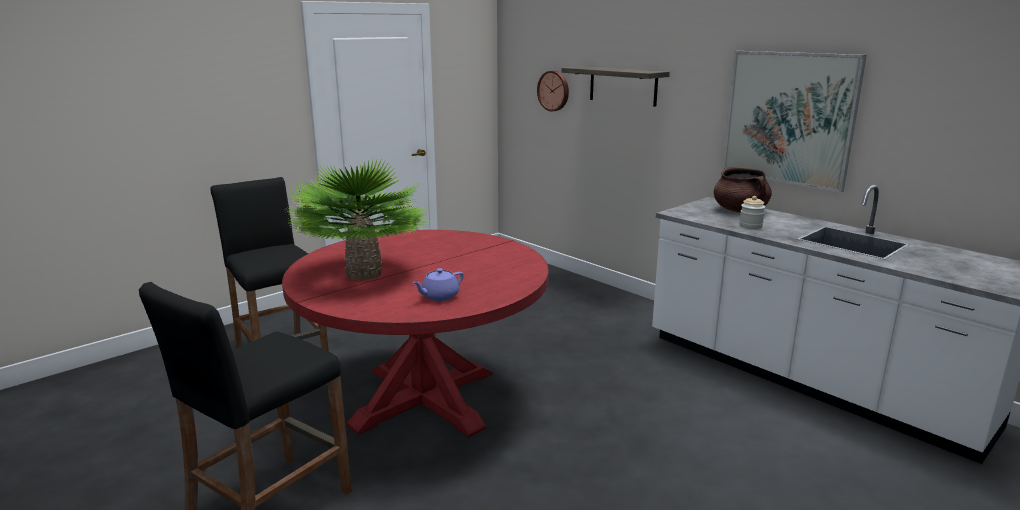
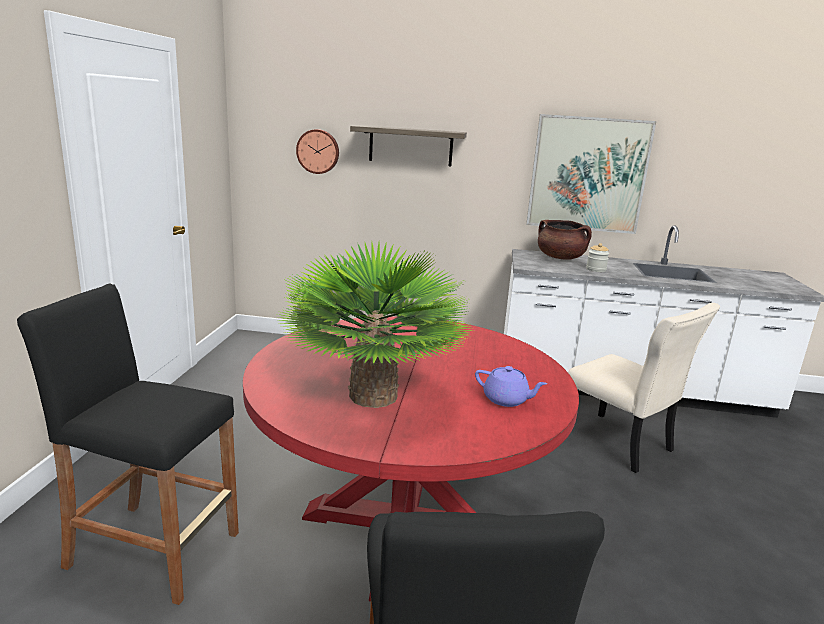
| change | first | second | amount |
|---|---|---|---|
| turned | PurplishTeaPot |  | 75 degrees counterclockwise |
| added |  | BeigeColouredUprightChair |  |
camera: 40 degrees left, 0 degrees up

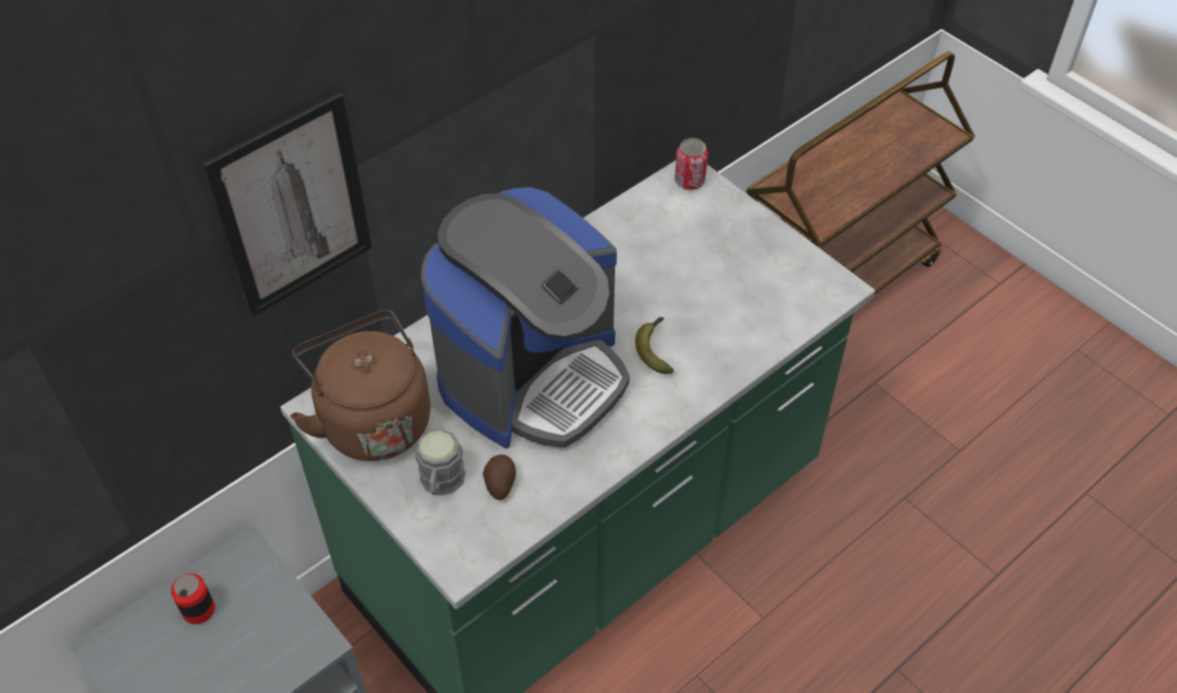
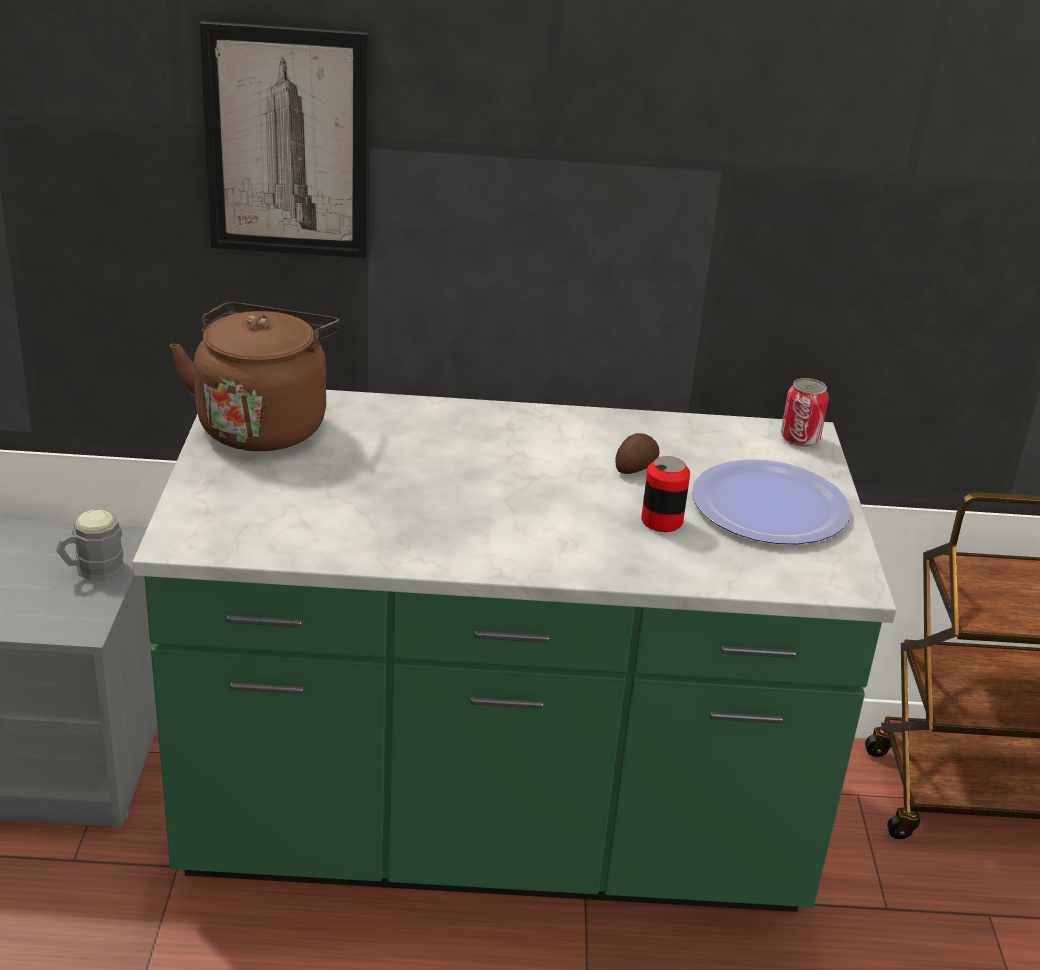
| change | first | second | amount |
|---|---|---|---|
| moved | GrayTeaMug |  |  |
| moved | Spud |  |  |
| moved | SealedCan (1st from left) |  |  |
| added |  | DinnerPlate |  |
| removed | CoffeeBrewer |  |  |
| removed | BananaFruit |  |  |
camera: 40 degrees right, 20 degrees down

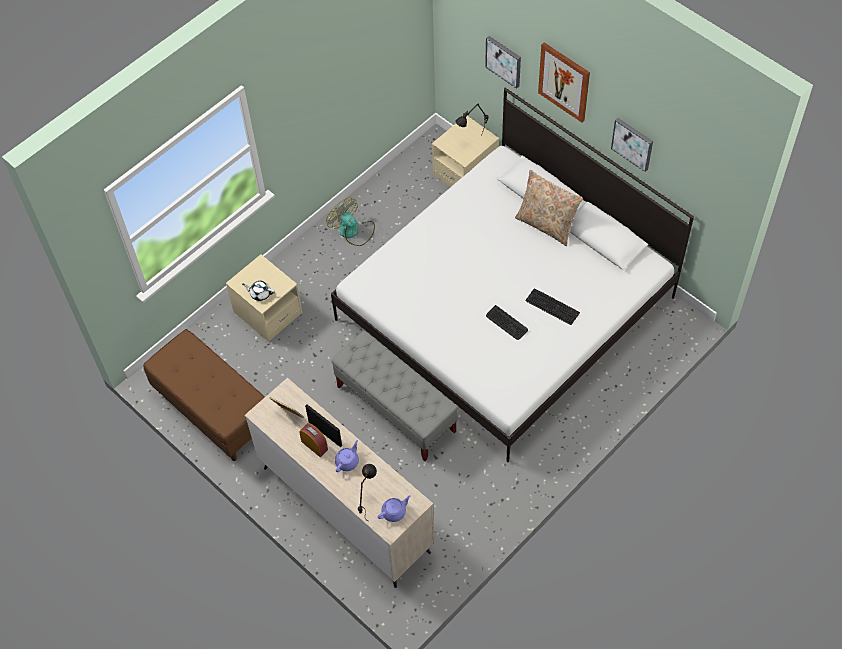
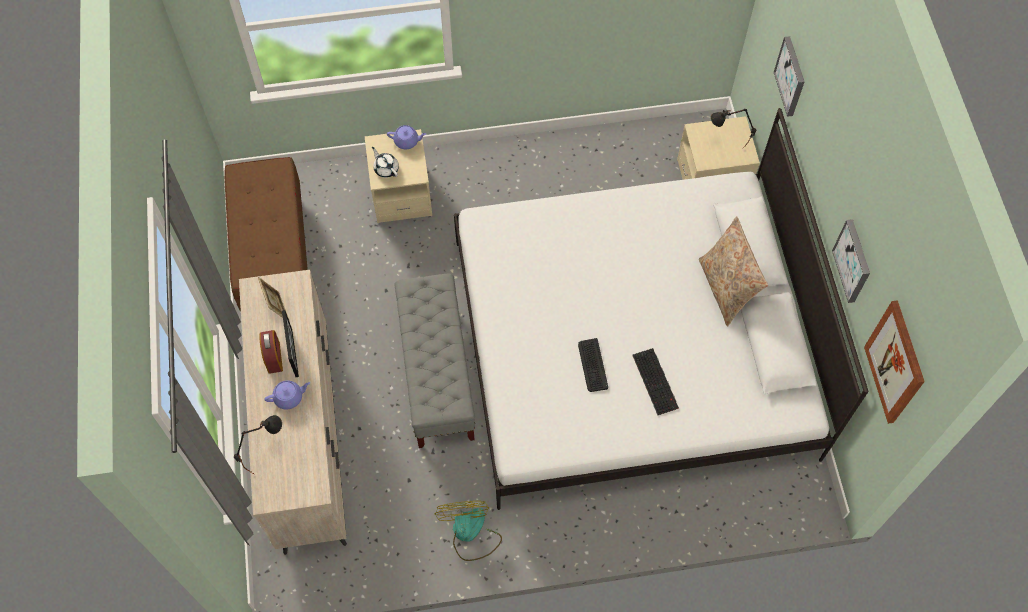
| change | first | second | amount |
|---|---|---|---|
| moved | PurplishTeaPot (2nd from left) |  |  |
| moved | ElectricFan |  |  |
| moved | Picture (2nd from left in the first image) | Picture (3rd from left) |  |
camera: 35 degrees right, 5 degrees up

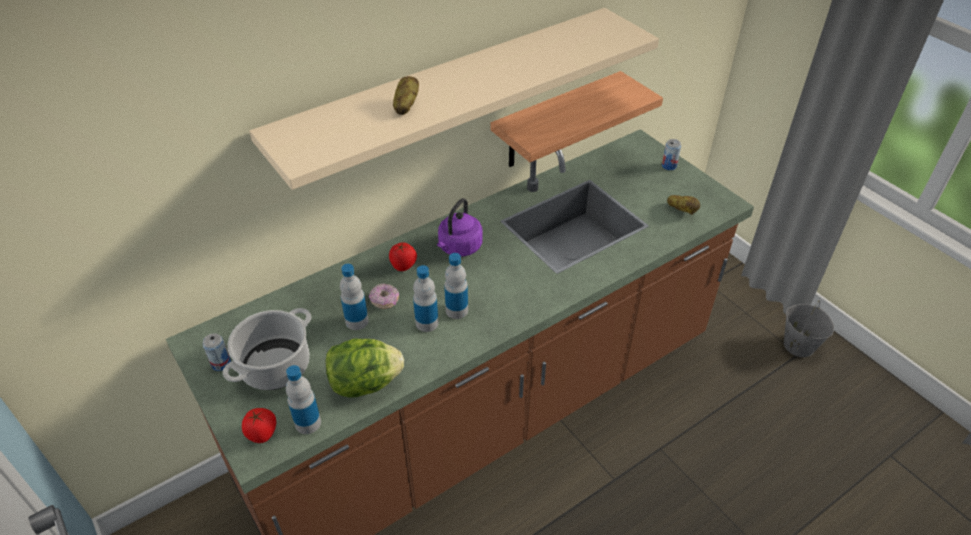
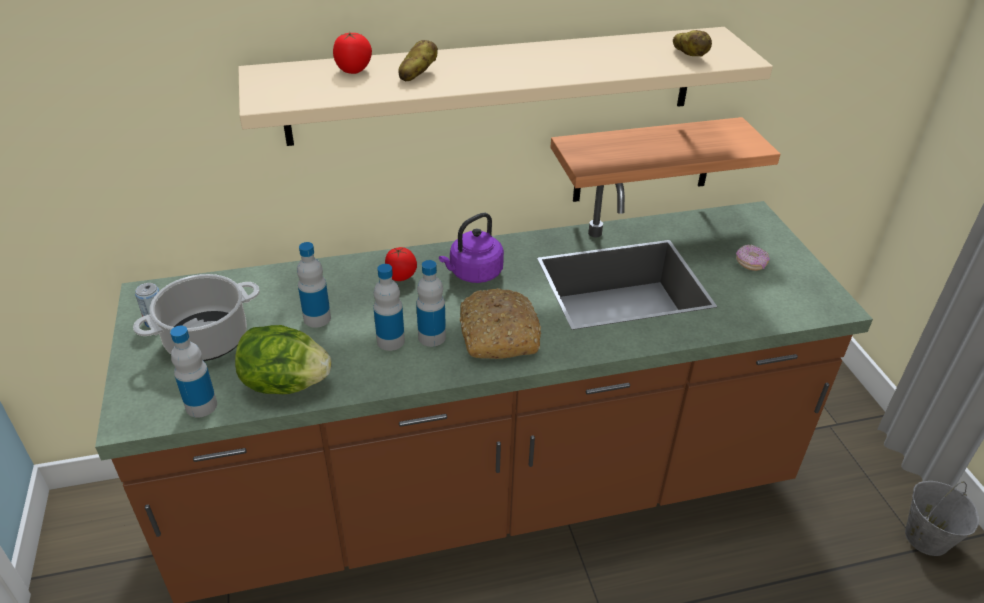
| change | first | second | amount |
|---|---|---|---|
| moved | WholeTomato (1st from left) |  |  |
| added |  | BakeryBread |  |
| moved | Spud (2nd from left) |  |  |
| moved | RingDoughnut |  |  |
| removed | SealedCan (2nd from left) |  |  |
camera: 20 degrees right, 5 degrees down

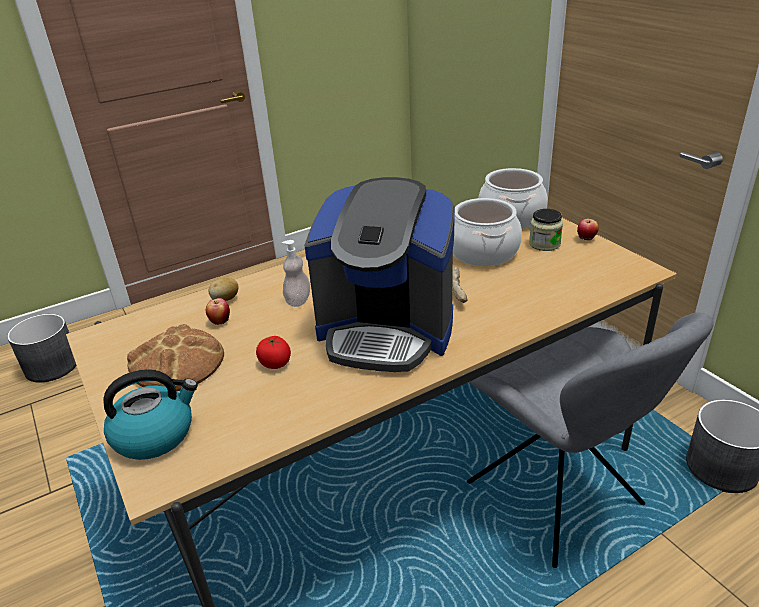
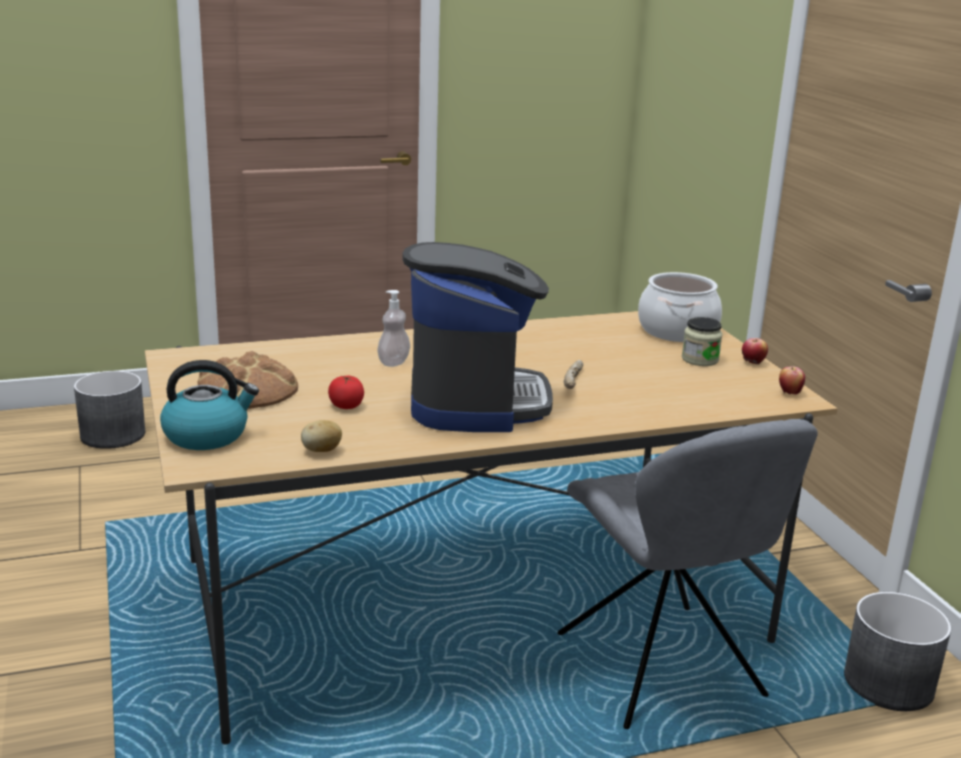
| change | first | second | amount |
|---|---|---|---|
| moved | Spud |  |  |
| turned | CoffeeBrewer |  | 120 degrees counterclockwise |
| moved | WholeApple (1st from left in the first image) | WholeApple (2nd from left) |  |
| removed | CookingPot (1st from left) |  |  |
camera: 10 degrees right, 10 degrees down

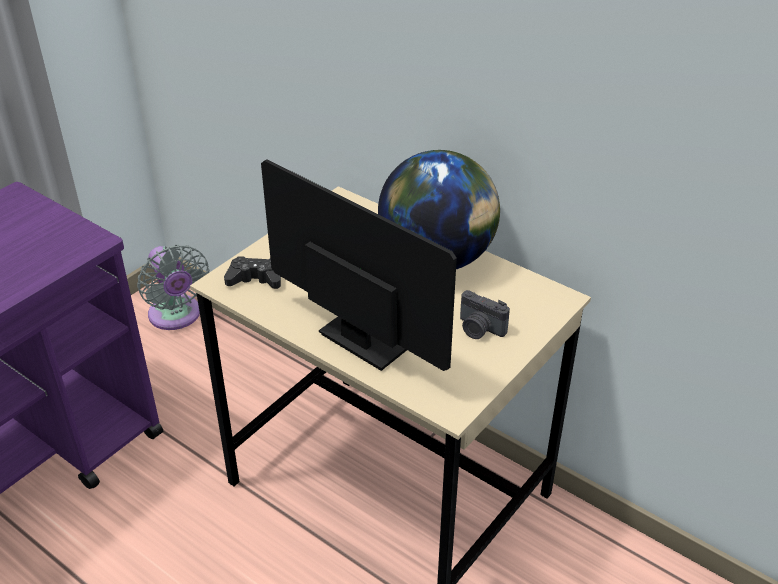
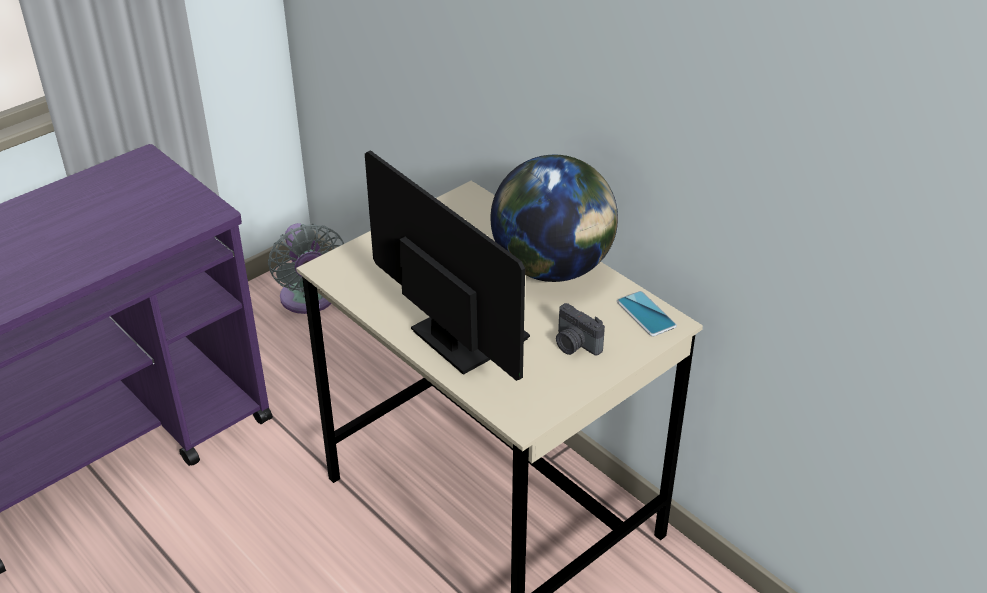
| change | first | second | amount |
|---|---|---|---|
| added |  | Telephone |  |
| removed | BlackGamepad |  |  |
camera: 10 degrees right, 0 degrees up

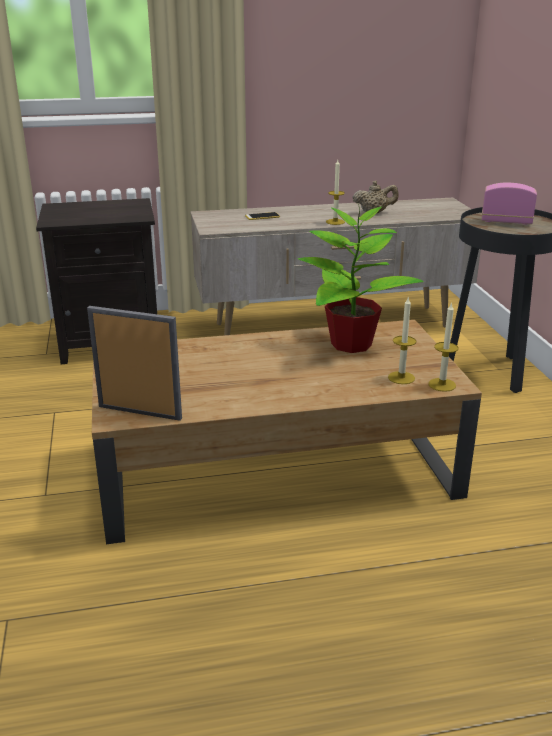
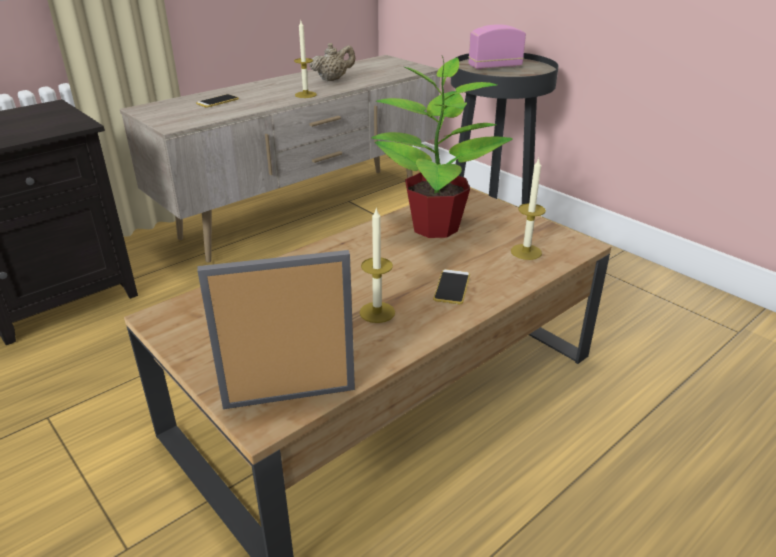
| change | first | second | amount |
|---|---|---|---|
| moved | WaxLight (3rd from left in the first image) | WaxLight (2nd from left) |  |
| added |  | Telephone (2nd from left) |  |
camera: 30 degrees left, 5 degrees up

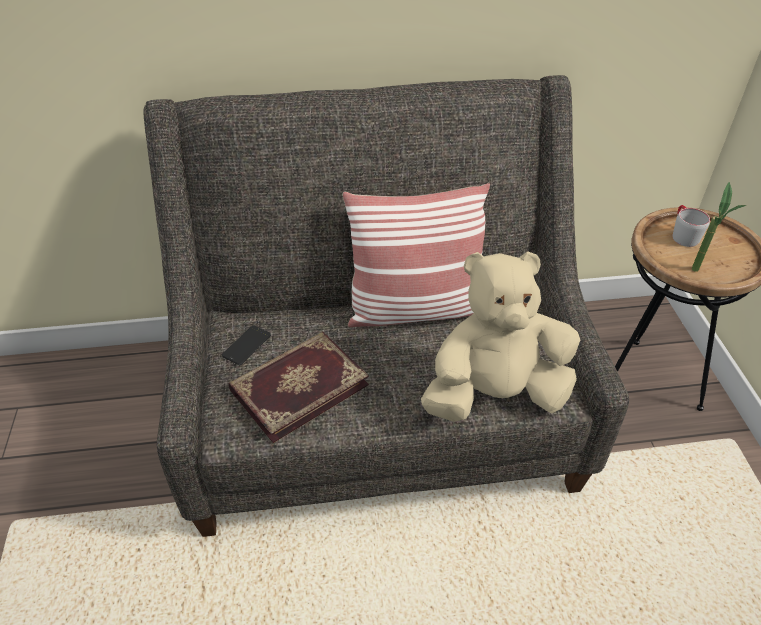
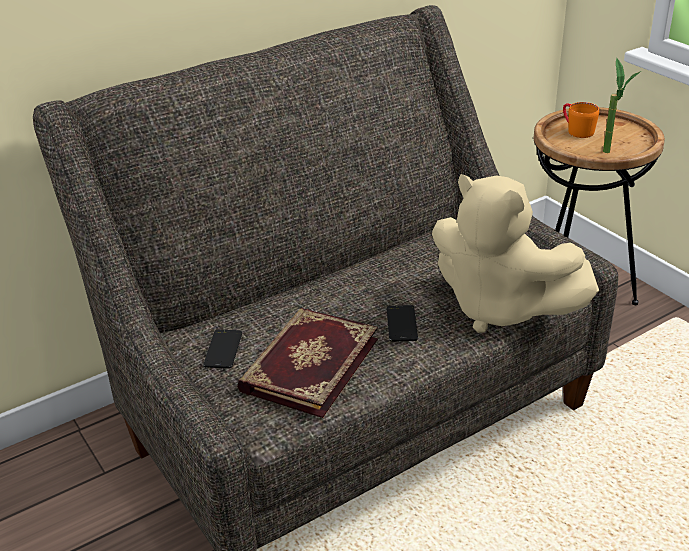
| change | first | second | amount |
|---|---|---|---|
| added |  | Telephone (2nd from left) |  |
| turned | BeigeColouredPlushToy |  | 105 degrees counterclockwise |
| recoloured | GrayTeaMug | OrangeyTeaMug |  |
| removed | ThrowPillow |  |  |
camera: 25 degrees left, 10 degrees down

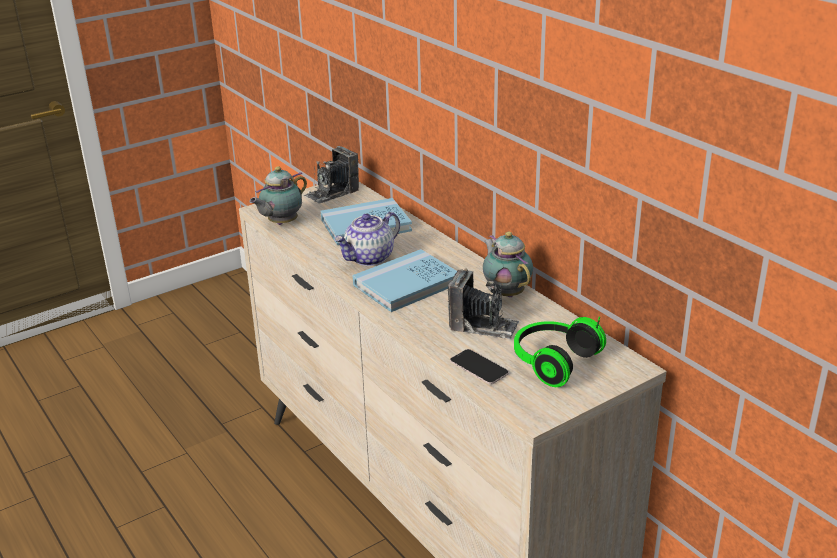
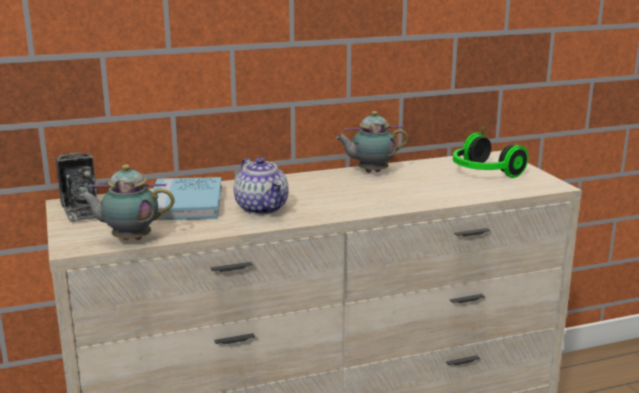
| change | first | second | amount |
|---|---|---|---|
| turned | TeaPot (1st from left) |  | 120 degrees clockwise |
| removed | BlueVolume (2nd from left) |  |  |
| removed | StillCamera (2nd from left) |  |  |
| removed | Telephone |  |  |
camera: 75 degrees left, 10 degrees down

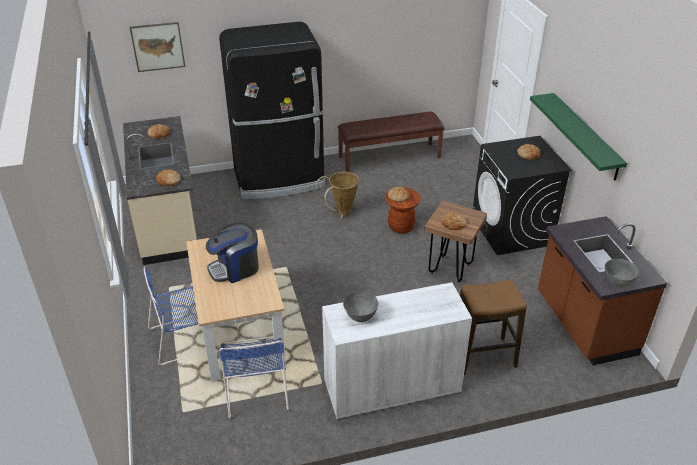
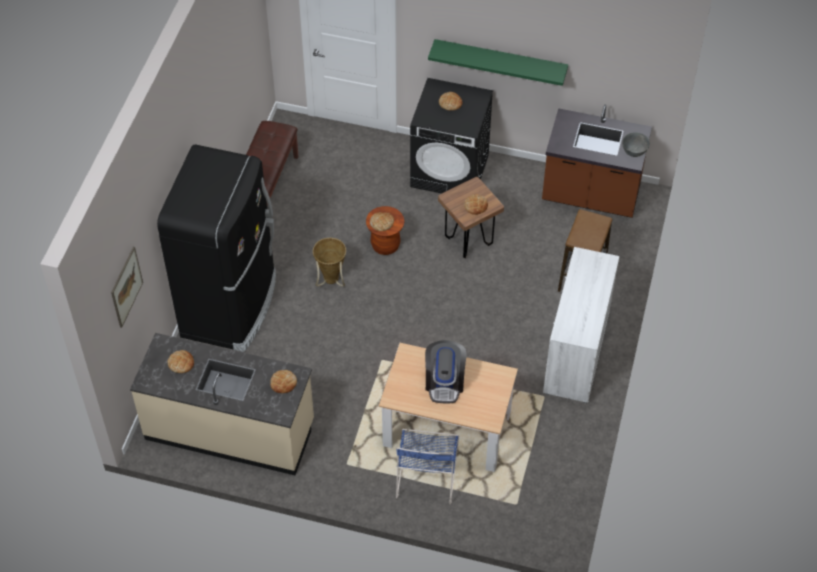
| change | first | second | amount |
|---|---|---|---|
| removed | BlueUprightChair (2nd from left) |  |  |
| removed | GrayDeepDish (1st from left) |  |  |
camera: 60 degrees left, 15 degrees up

